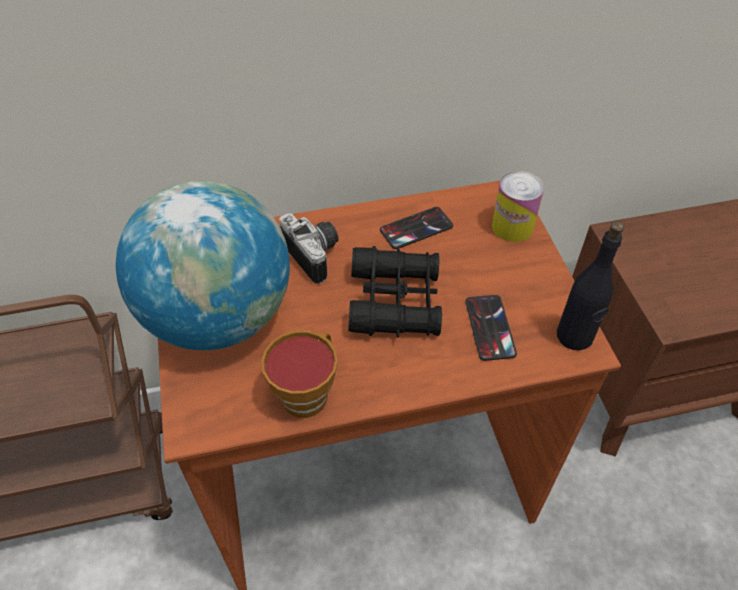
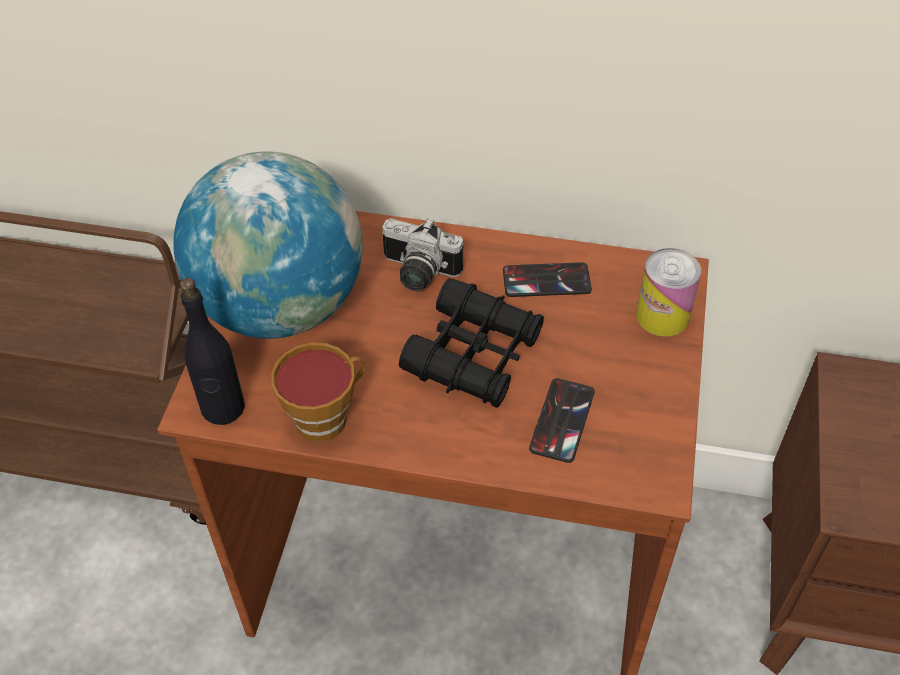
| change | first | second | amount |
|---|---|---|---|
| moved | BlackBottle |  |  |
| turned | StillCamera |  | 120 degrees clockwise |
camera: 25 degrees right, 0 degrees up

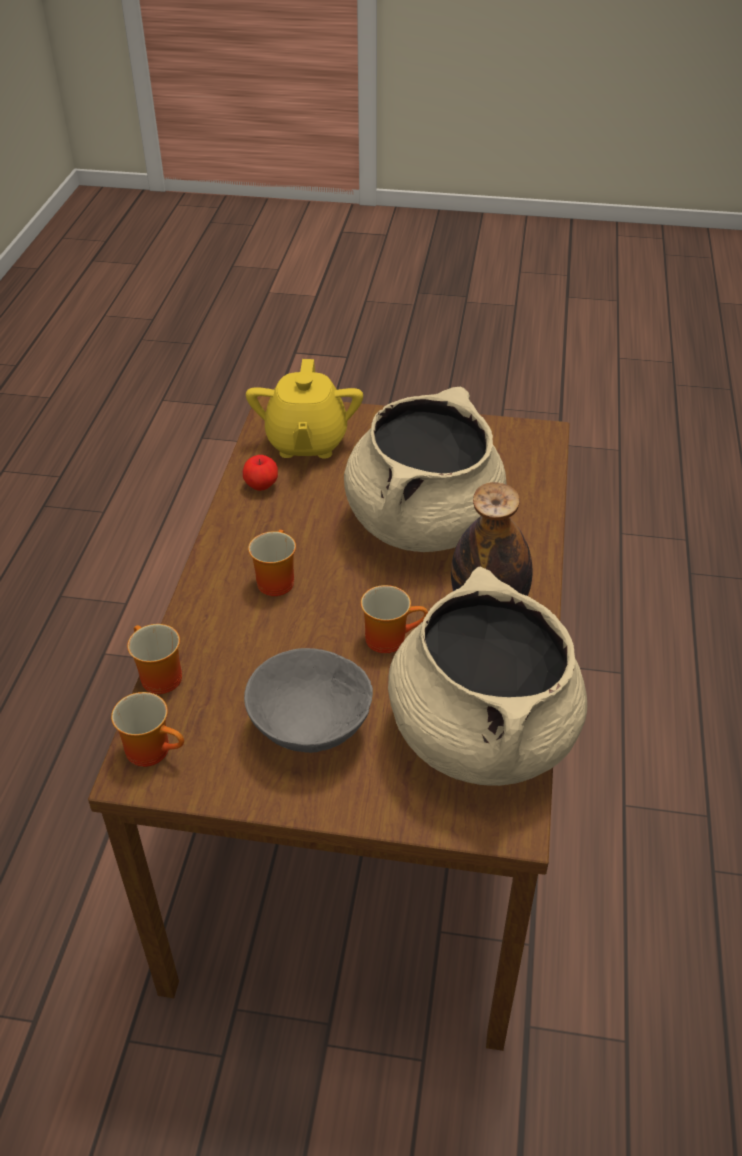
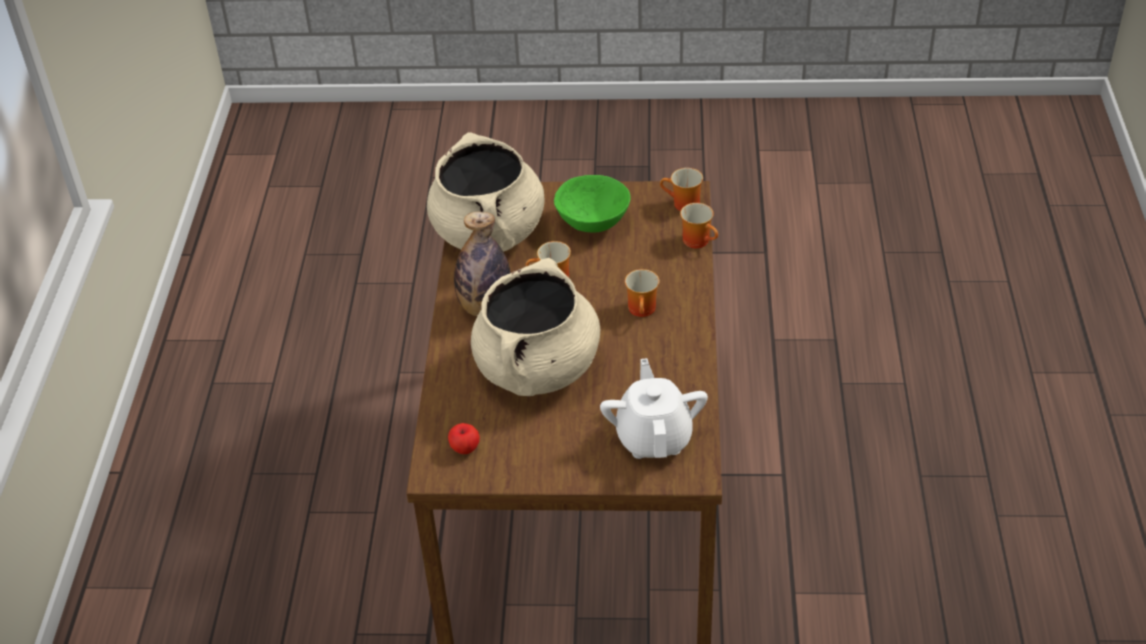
| change | first | second | amount |
|---|---|---|---|
| moved | WholeApple |  |  |
| recoloured | GrayDeepDish | GreenDeepDish |  |
| recoloured | YellowishTeaPot | WhiteTeaPot |  |
camera: 175 degrees right, 0 degrees up

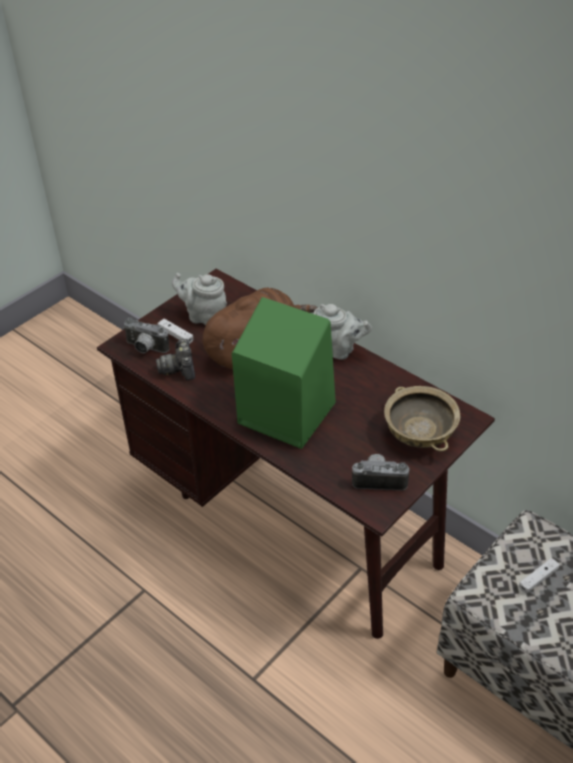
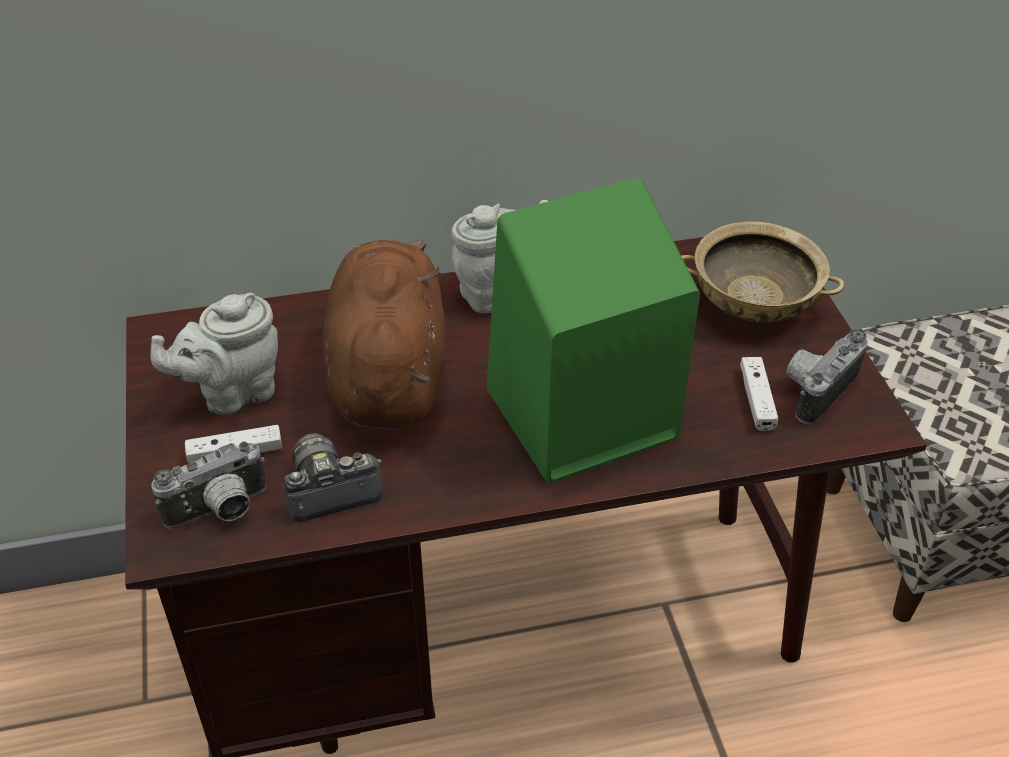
| change | first | second | amount |
|---|---|---|---|
| turned | StillCamera (2nd from left) |  | 135 degrees clockwise |
| moved | WhiteGamepad (2nd from left) |  |  |
camera: 55 degrees left, 0 degrees up

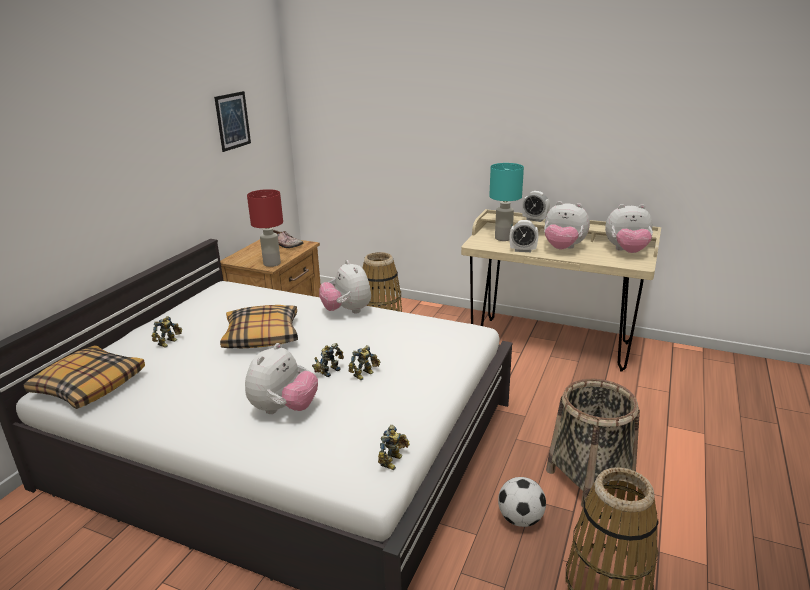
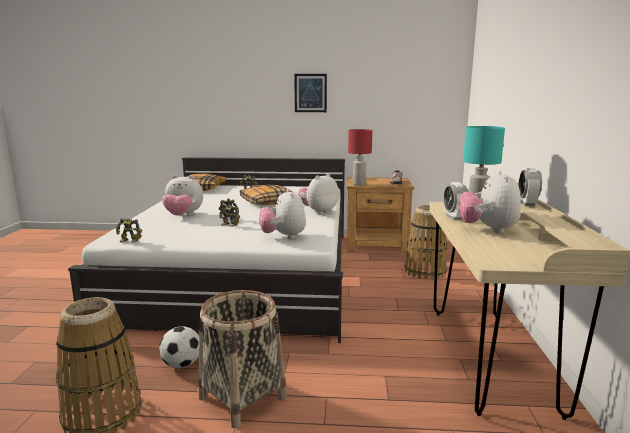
| change | first | second | amount |
|---|---|---|---|
| moved | PlushToy (4th from left in the first image) | PlushToy (2nd from left) |  |
| moved | Picture |  |  |
camera: 70 degrees right, 10 degrees down

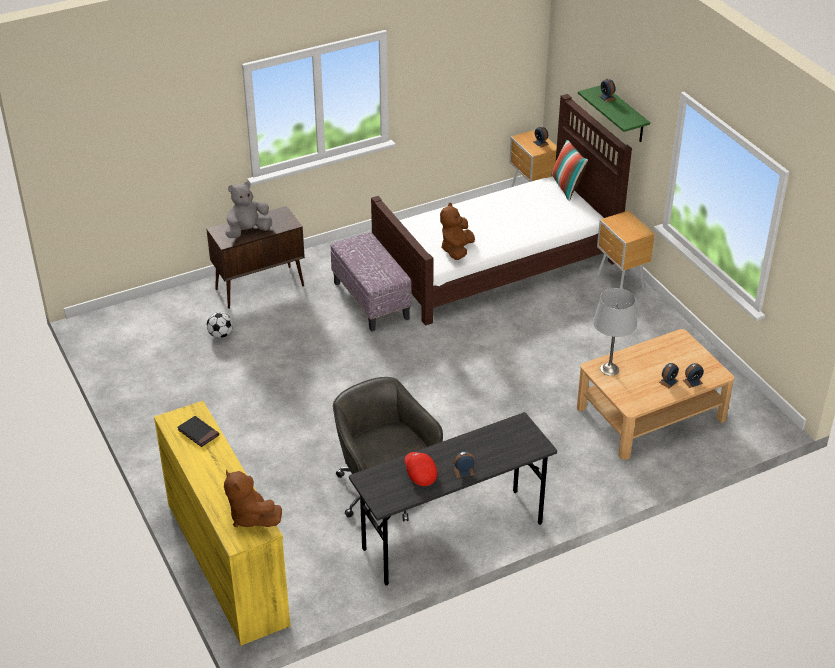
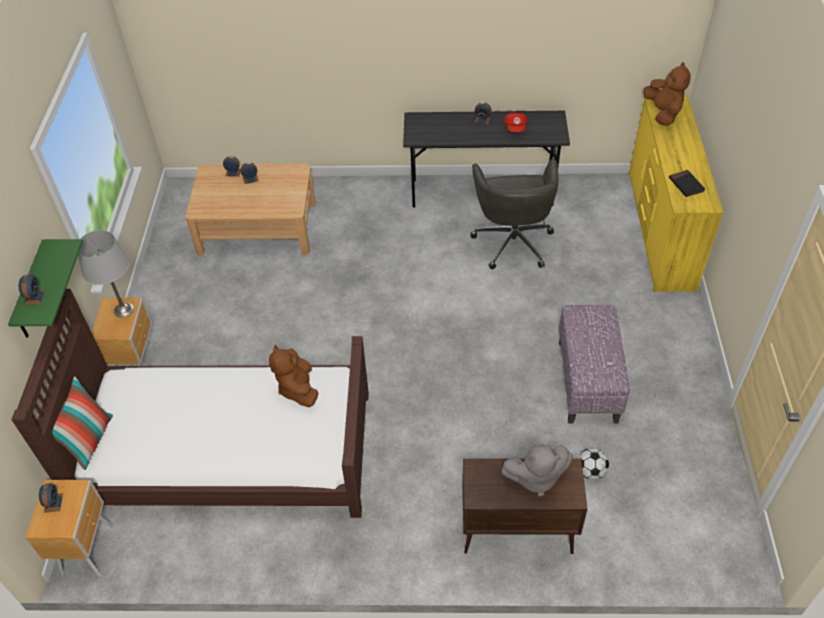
| change | first | second | amount |
|---|---|---|---|
| moved | GrayTabletopLamp |  |  |
| turned | BrownishPlushToy (2nd from left in the first image) | BrownishPlushToy (1st from left) | 120 degrees clockwise |
| moved | Pouffe |  |  |
camera: 150 degrees left, 10 degrees up

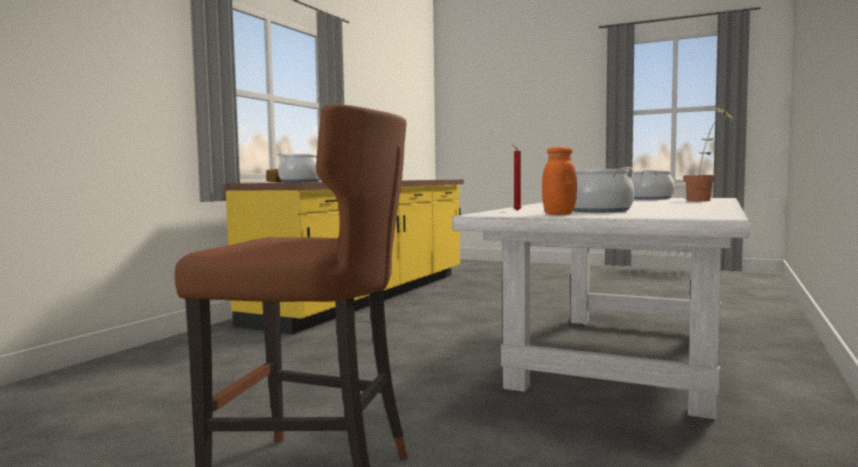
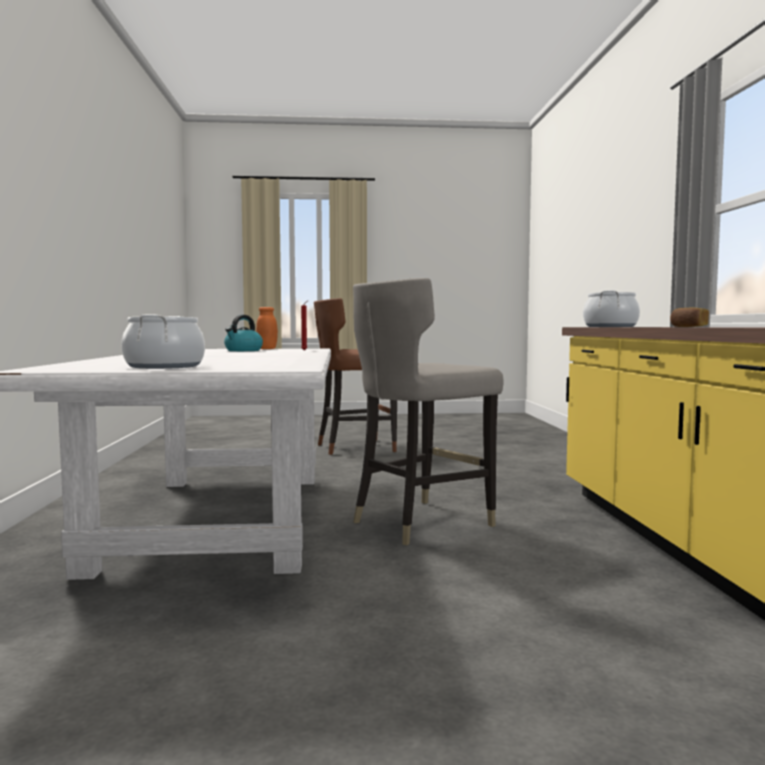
| change | first | second | amount |
|---|---|---|---|
| replaced | CookingPot (2nd from left) | Kettle |  |
| added |  | GrayStool |  |
| removed | PlantInAPot |  |  |
camera: 150 degrees right, 0 degrees up

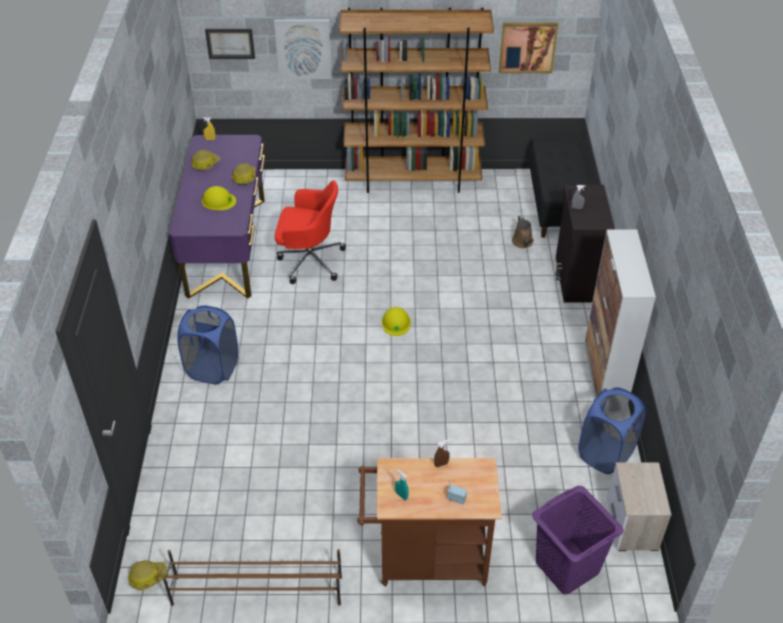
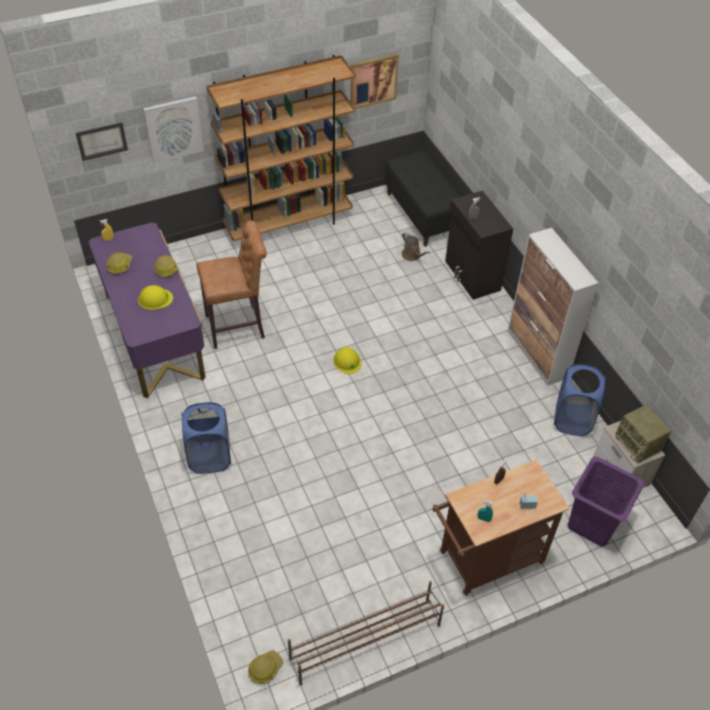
| change | first | second | amount |
|---|---|---|---|
| replaced | RedComputerChair | BrownishStool |  |
| added |  | Radio (2nd from left) |  |
camera: 25 degrees left, 5 degrees up

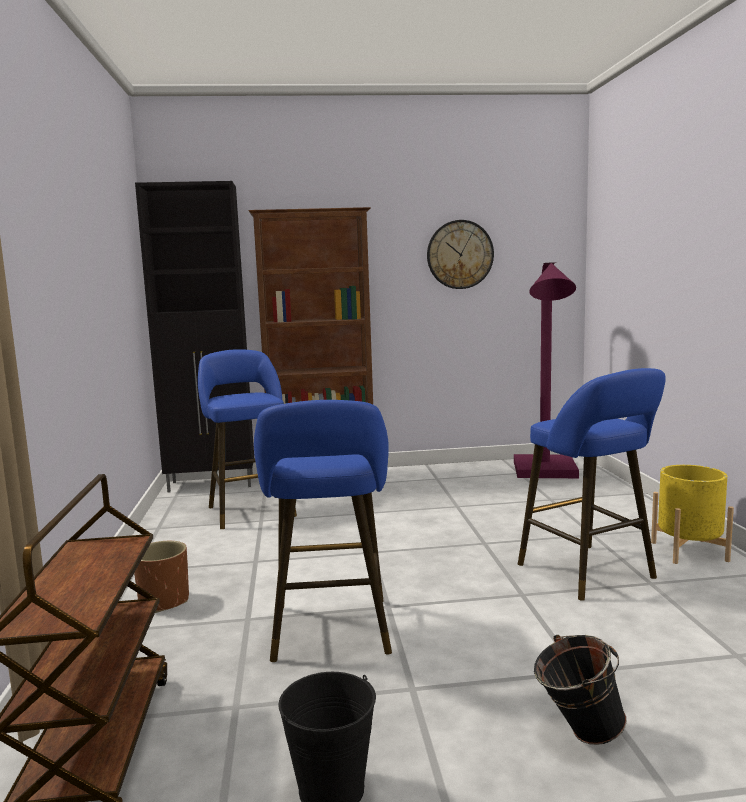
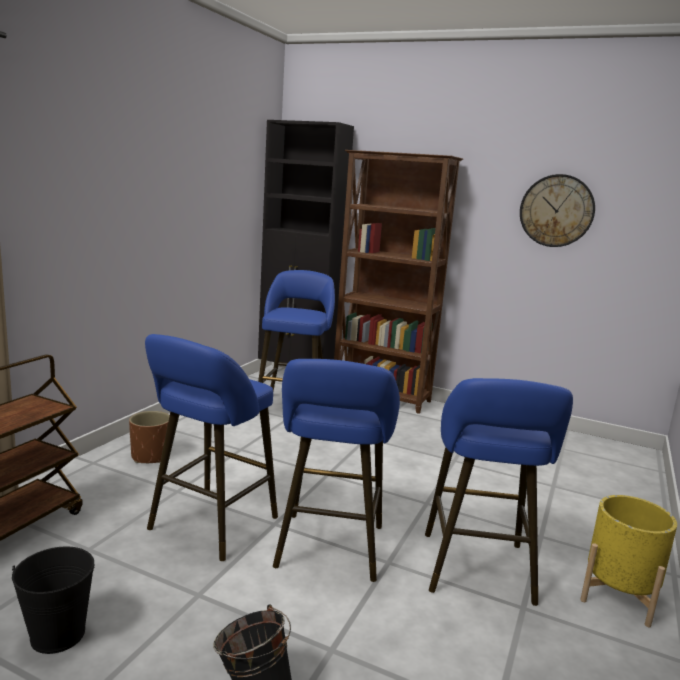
| change | first | second | amount |
|---|---|---|---|
| added |  | BlueStool (3rd from left) |  |
| removed | PurplishFloorLamp |  |  |
camera: 30 degrees right, 5 degrees up

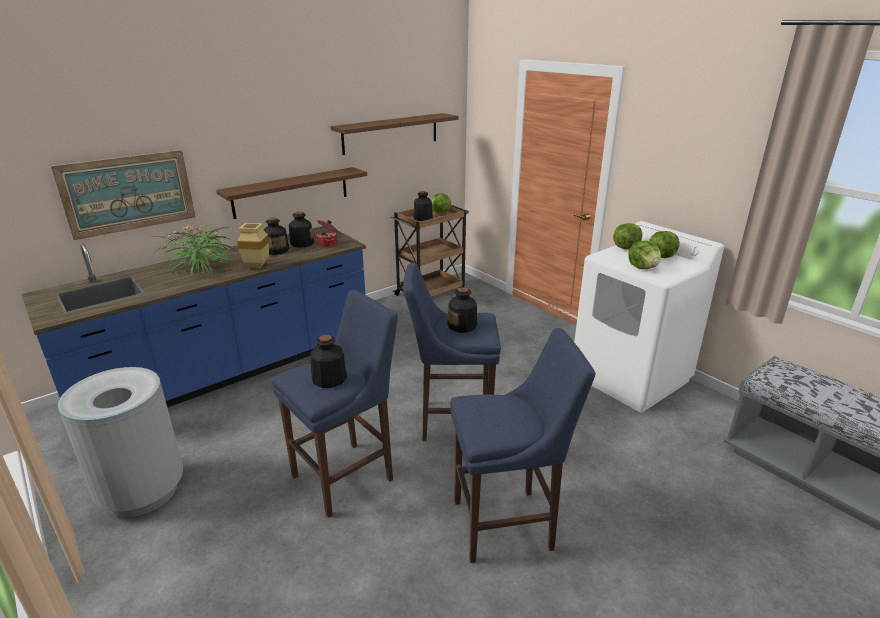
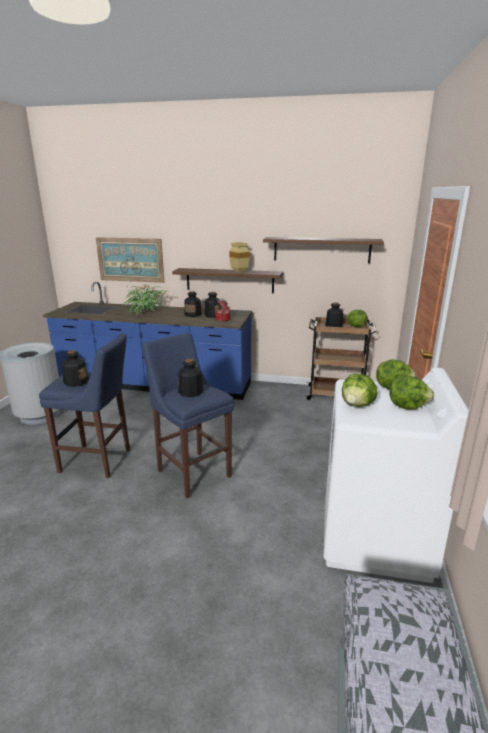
| change | first | second | amount |
|---|---|---|---|
| moved | BeigeColouredVase |  |  |
| removed | BlueStool (3rd from left) |  |  |
camera: 50 degrees right, 5 degrees down

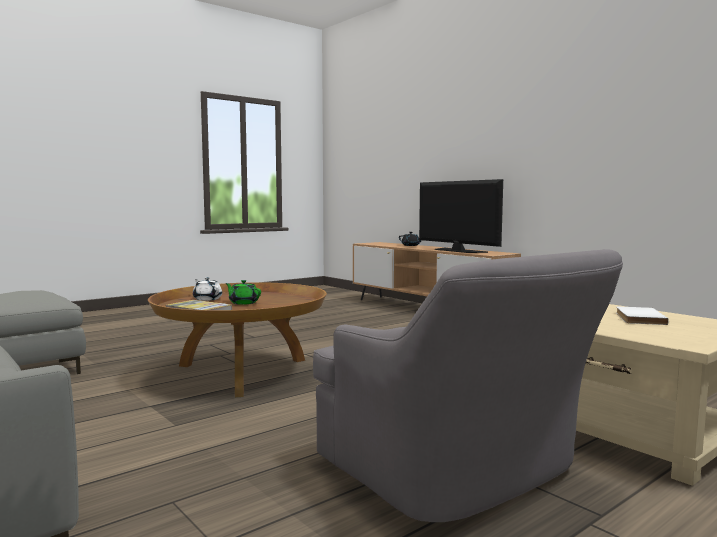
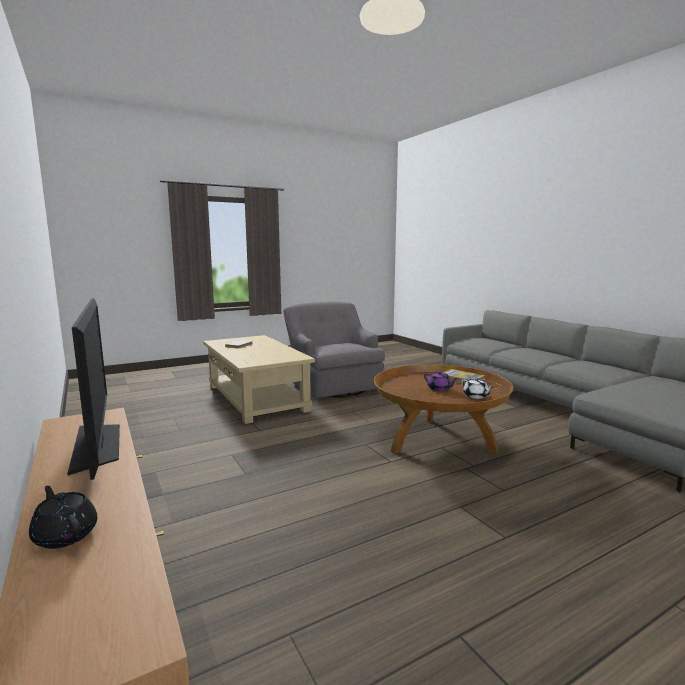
| change | first | second | amount |
|---|---|---|---|
| recoloured | GreenTeaPot | PurplishTeaPot |  |
camera: 170 degrees left, 5 degrees up

